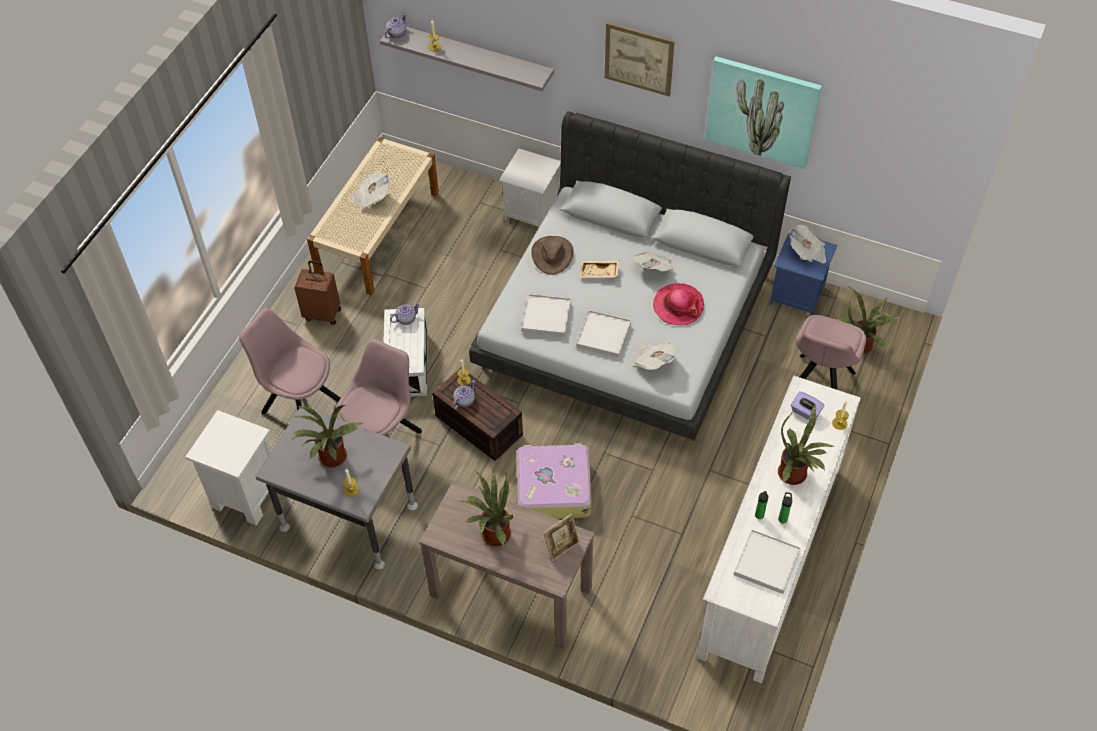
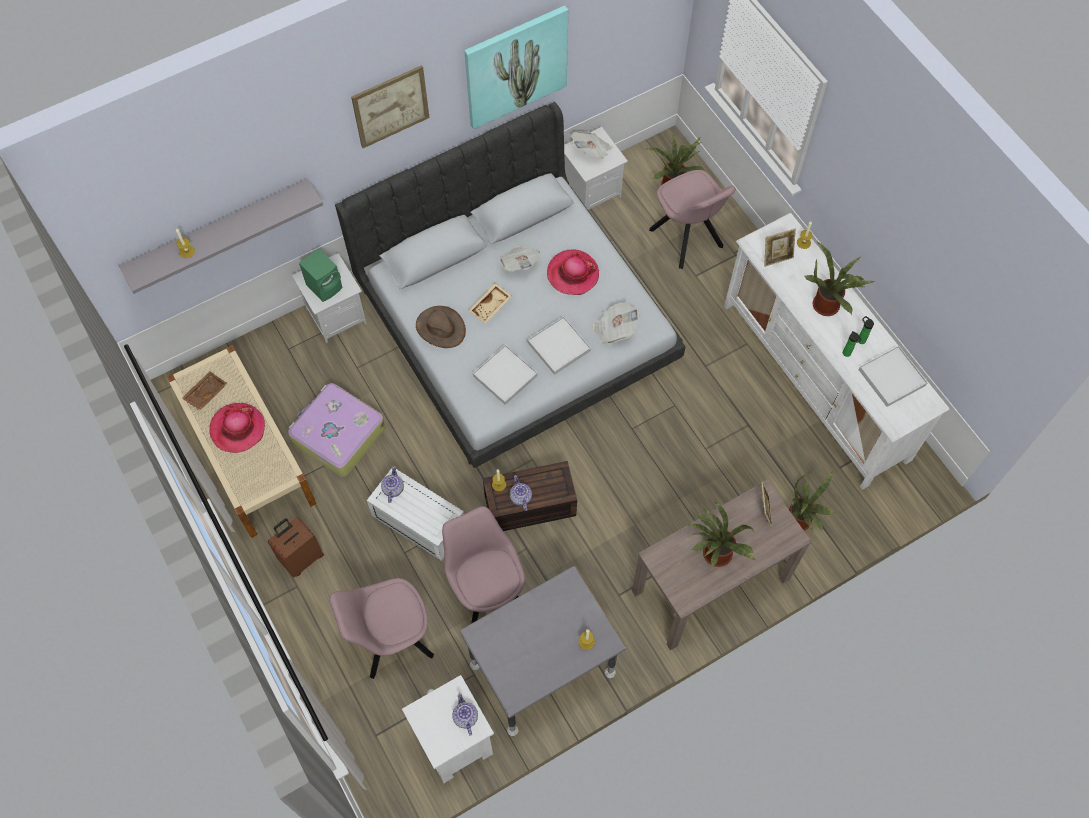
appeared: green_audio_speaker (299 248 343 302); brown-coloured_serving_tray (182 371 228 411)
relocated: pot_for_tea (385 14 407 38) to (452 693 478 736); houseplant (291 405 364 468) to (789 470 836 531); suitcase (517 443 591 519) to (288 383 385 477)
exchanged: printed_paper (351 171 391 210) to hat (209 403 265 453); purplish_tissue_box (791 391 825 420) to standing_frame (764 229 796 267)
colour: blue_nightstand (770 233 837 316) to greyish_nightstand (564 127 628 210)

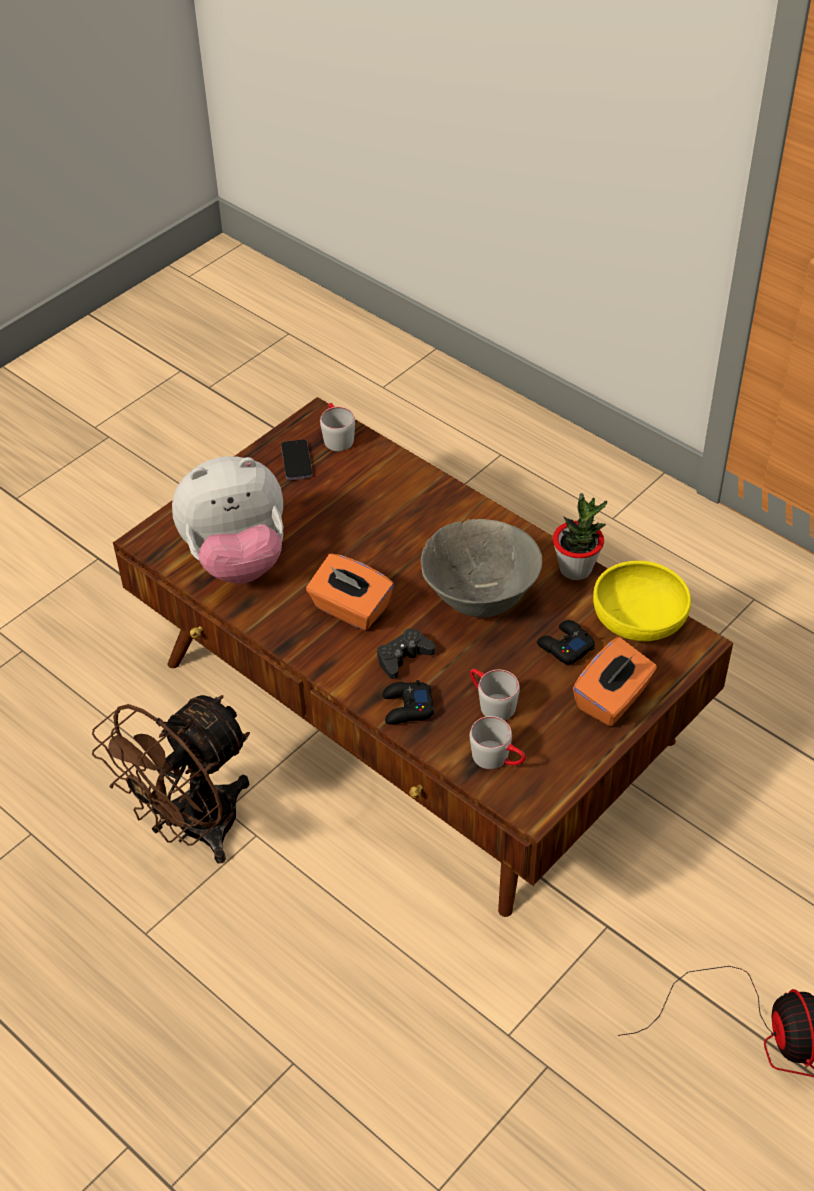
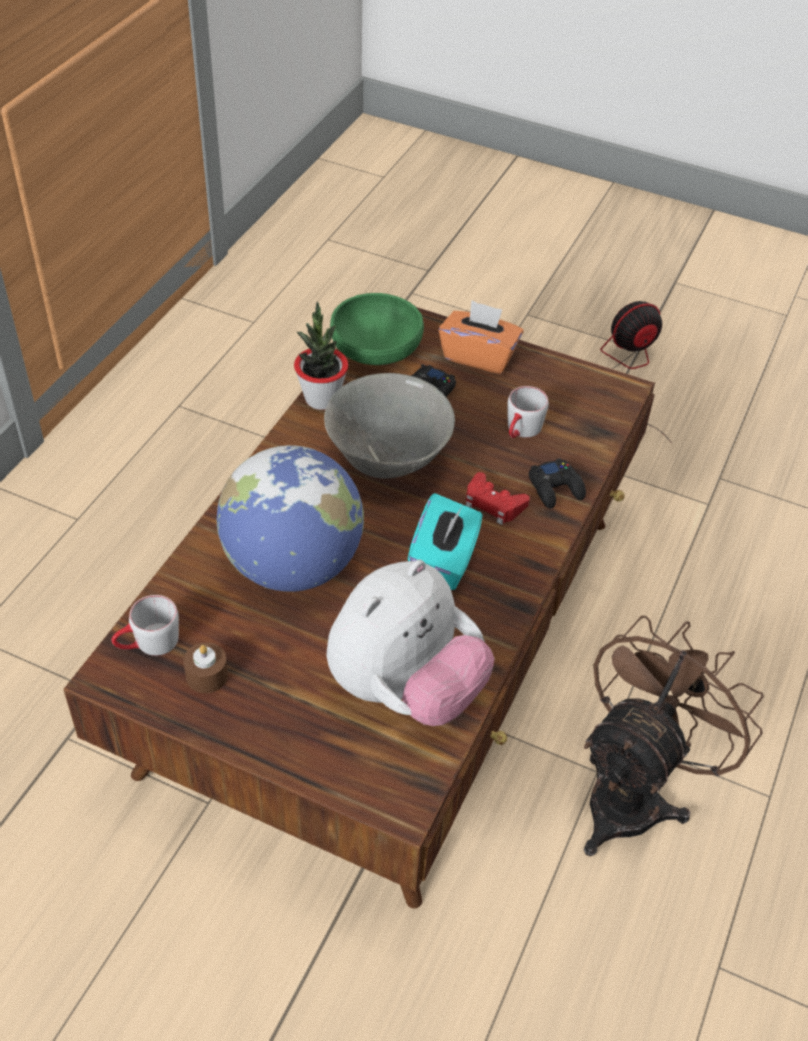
missing: greyish_mug (470 716 526 769)
appeared: desk_globe (217 445 364 592)
exchanged: telephone (281 439 313 480) to brown-coloured_candle (183 642 228 693)
colour: orange_tissue_box (306 554 394 630) to turquoise_tissue_box (408 493 482 590); yellowish_serving_bowl (593 561 691 641) to green_serving_bowl (330 293 424 365); black-coloured_game_controller (377 628 435 679) to reddish_game_controller (466 472 530 525)
spun: plush_toy (172 456 284 584) = (326 559 495 726) 75 degrees clockwise; brown-coloured_electric_fan (92 695 250 864) = (584 616 764 856) 75 degrees counterclockwise

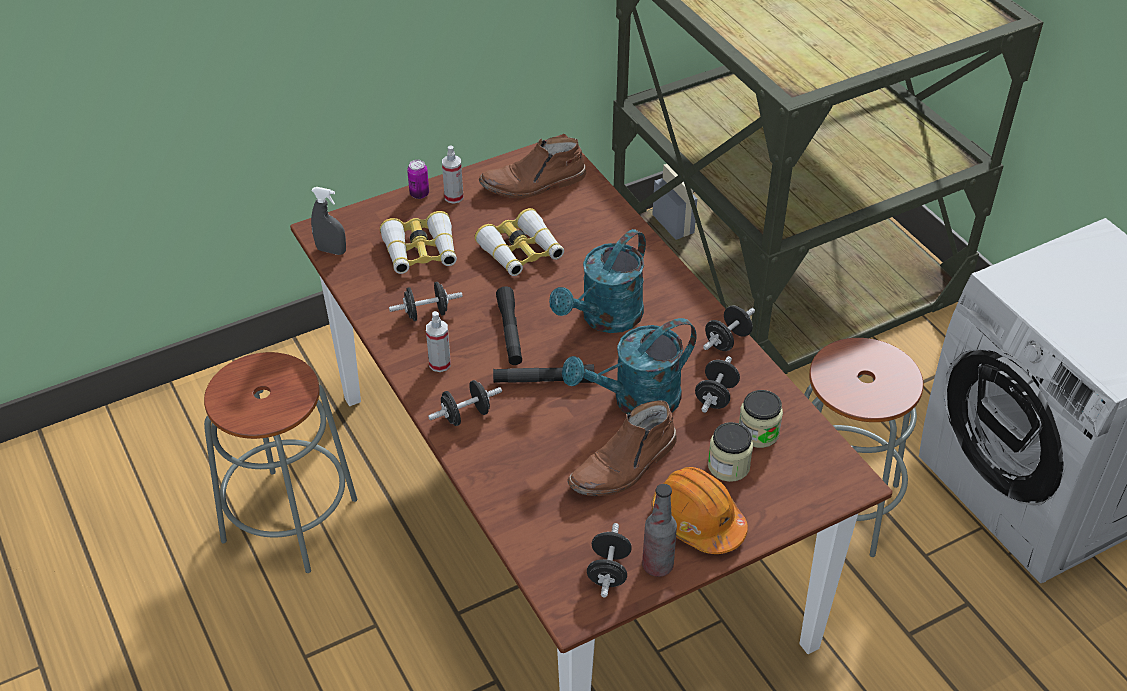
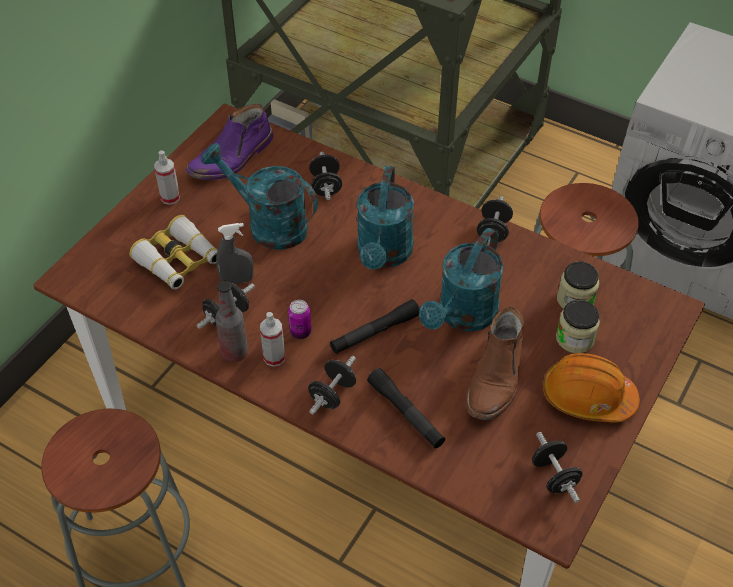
relocated: can (407 160 429 199) to (288 300 311 339); greyish_hand_sprayer (311 187 346 255) to (216 223 254 284); black-coloured_flashlight (496 286 522 365) to (367 368 445 449); black-coloured_dumbbell (695 356 740 413) to (309 151 342 201); bottle (642 484 677 577) to (215 281 248 362)
exchanged: pair_of_binoculars (475 208 564 276) to turquoise_watering_pot (201 143 318 250)
colour: brown-coloured_high-top_boot (479 137 586 198) to purplish_high-top_boot (186 104 273 180)

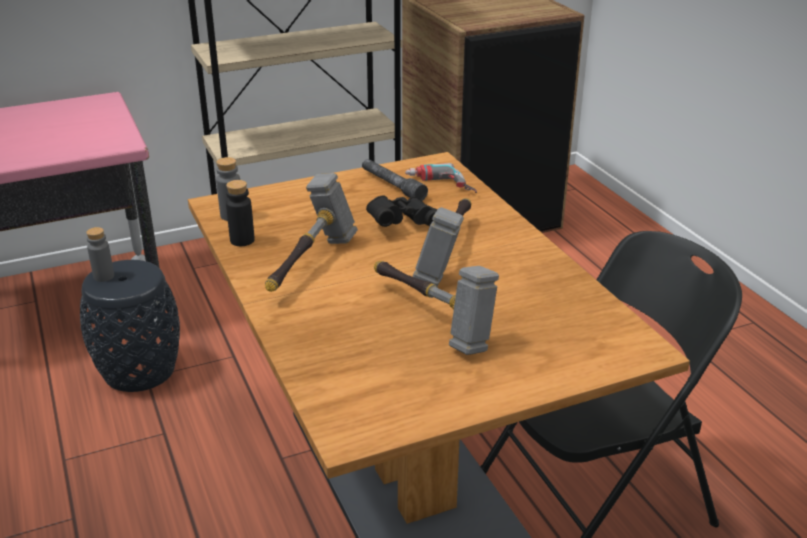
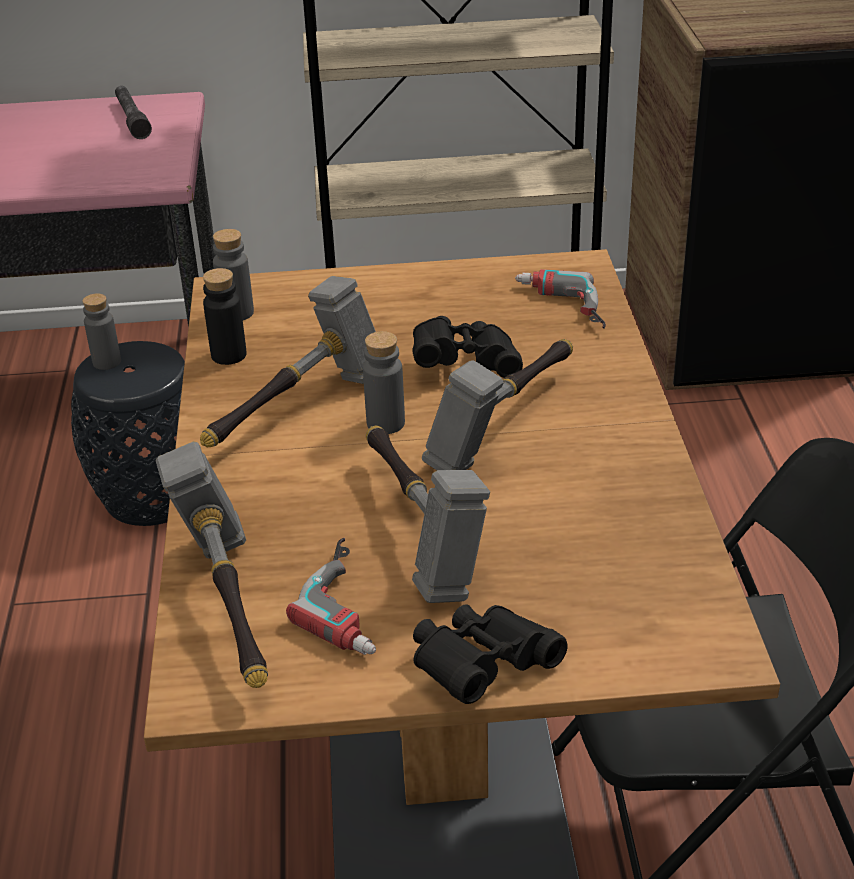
appeared: greyish_bottle (363 331 405 434); hand_hammer (155 441 268 688); electric_drill (286 538 376 655); black-coloured_pair_of_binoculars (413 604 568 704)
relocated: greyish_flashlight (362 159 428 201) to (115 86 152 139)

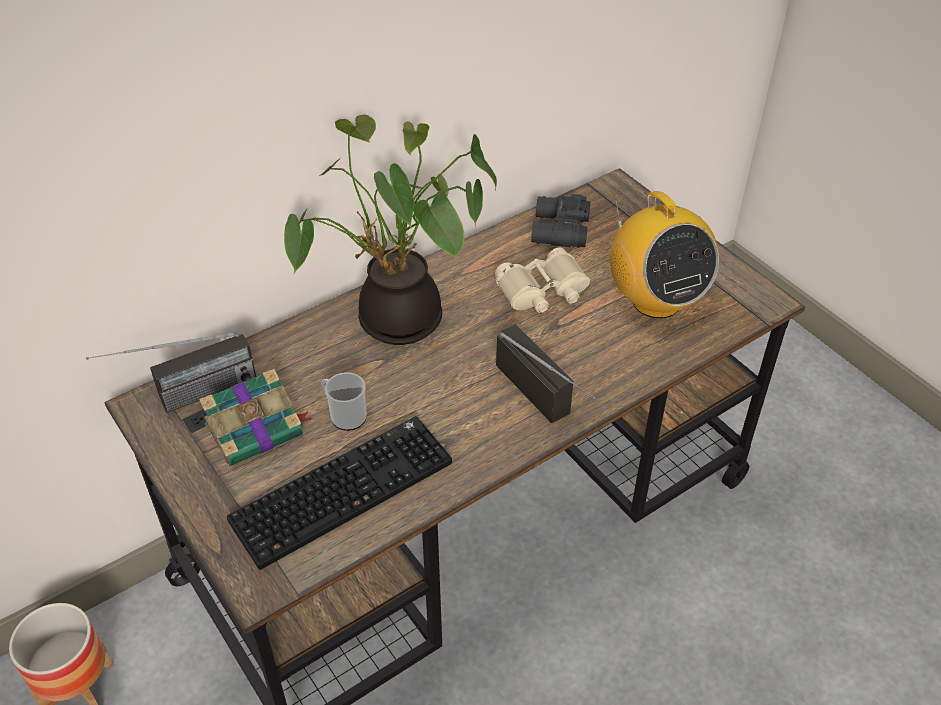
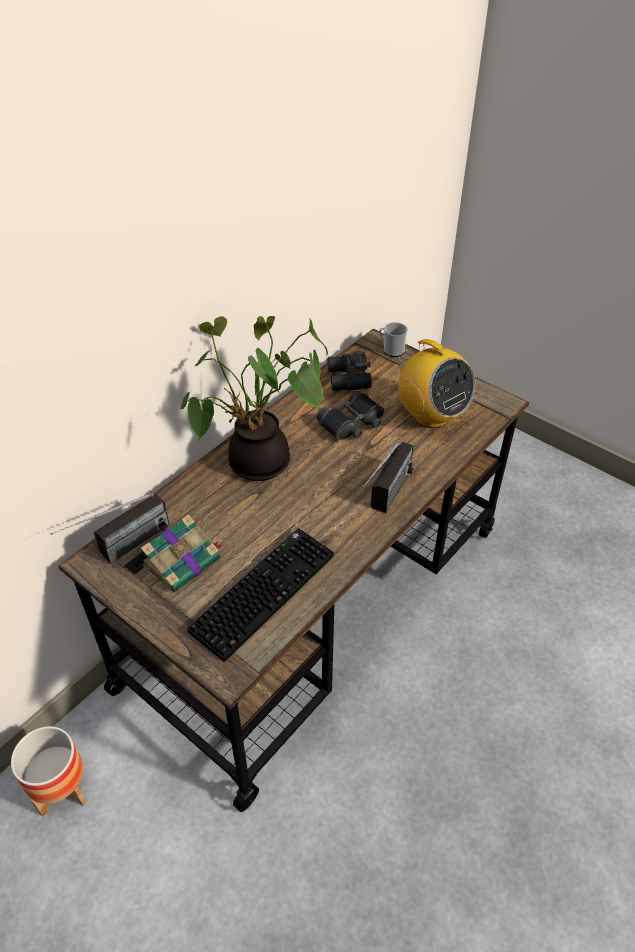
relocated: mug (321 372 367 431) to (379 322 408 357)
colour: beige_pair_of_binoculars (495 248 590 313) to black-coloured_pair_of_binoculars (317 391 384 440)
spun: radio (496 324 595 423) = (359 441 414 513) 75 degrees clockwise

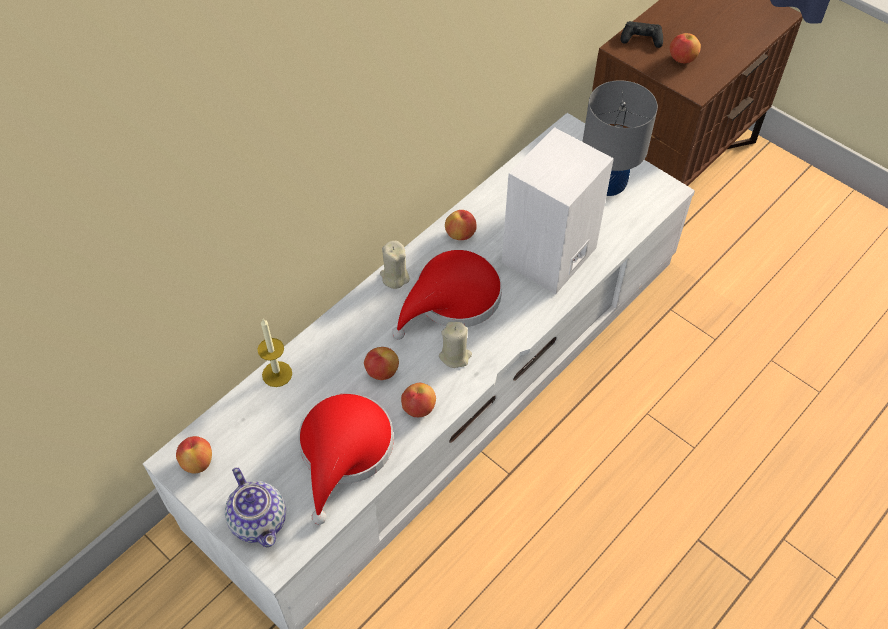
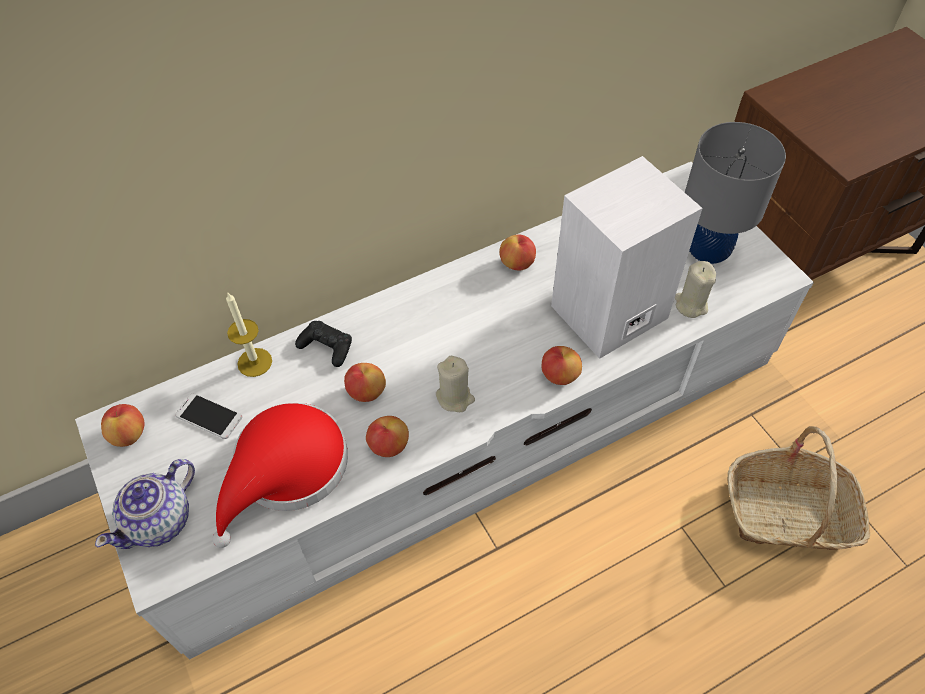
missing: reddish_hat (392 250 502 340)
appeared: telephone (175 393 243 439); storage_basket (727 426 870 550)
relocated: black-coloured_game_controller (621 21 663 48) to (295 321 352 367); whole_apple (670 33 701 63) to (542 346 582 385); beige_candle (380 241 410 289) to (674 261 716 318)
spun: pot_for_tea (225 467 286 547) = (95 459 195 549) 45 degrees clockwise

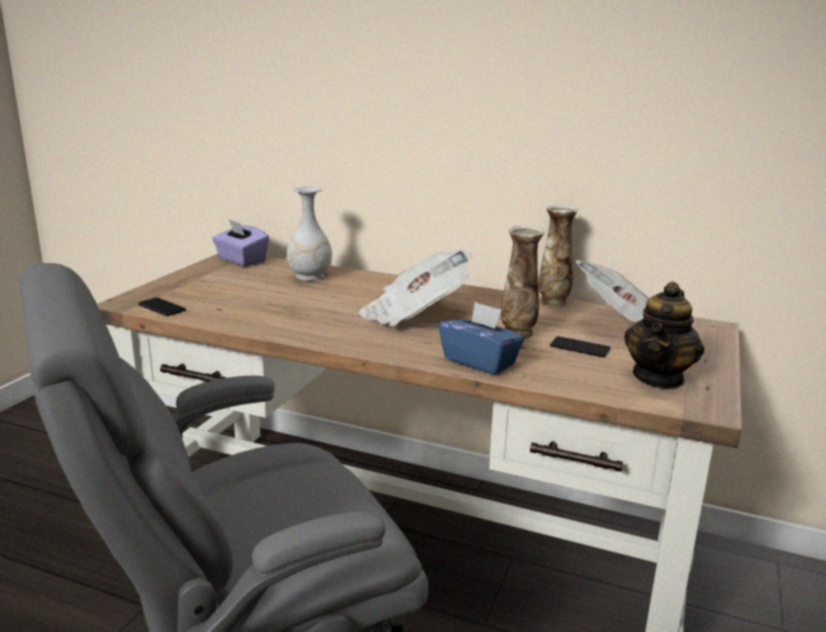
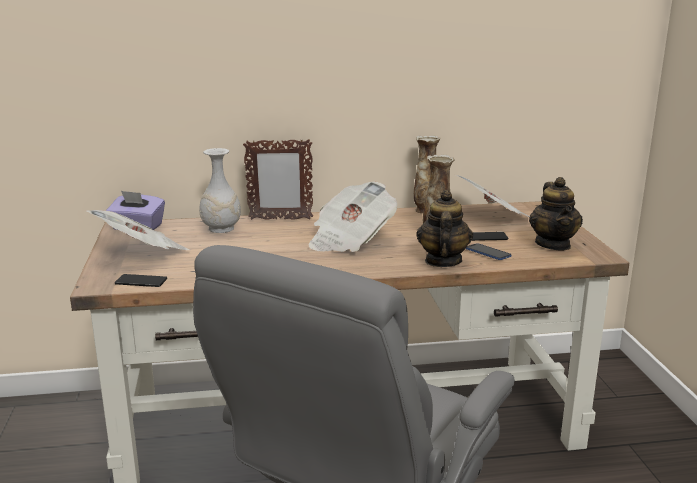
appeared: standing_frame (243 138 313 220); printed_paper (86 210 191 250); telephone (466 243 511 260)
exchanged: blue_tissue_box (439 302 525 375) to pot_for_tea (416 190 473 267)

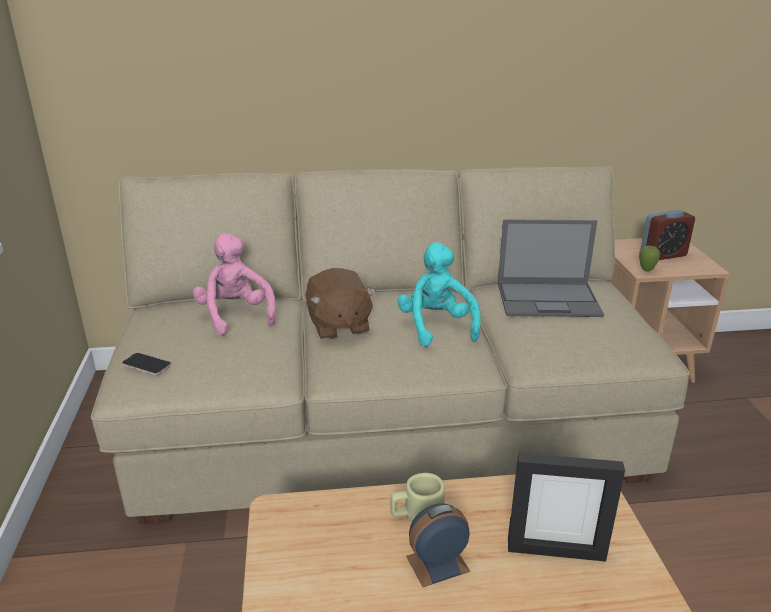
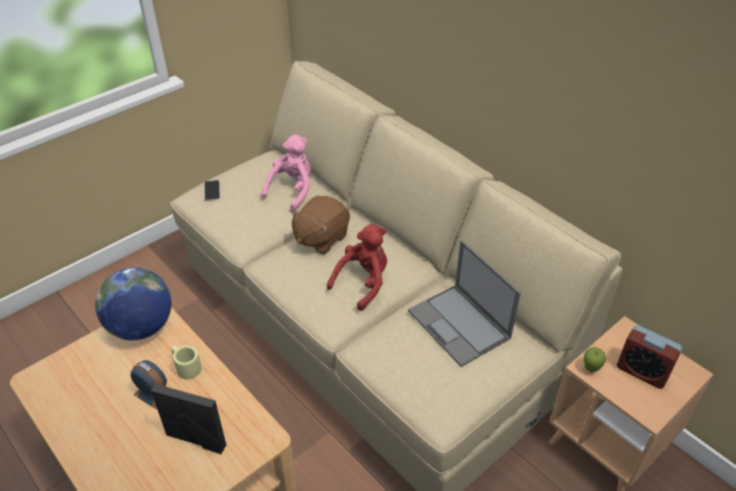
appeared: desk_globe (95 268 171 340)
colour: turquoise_plush_toy (397 242 481 347) to reddish_plush_toy (327 224 387 311)
spun: standing_frame (508 453 625 562) = (151 384 226 454) 135 degrees clockwise

